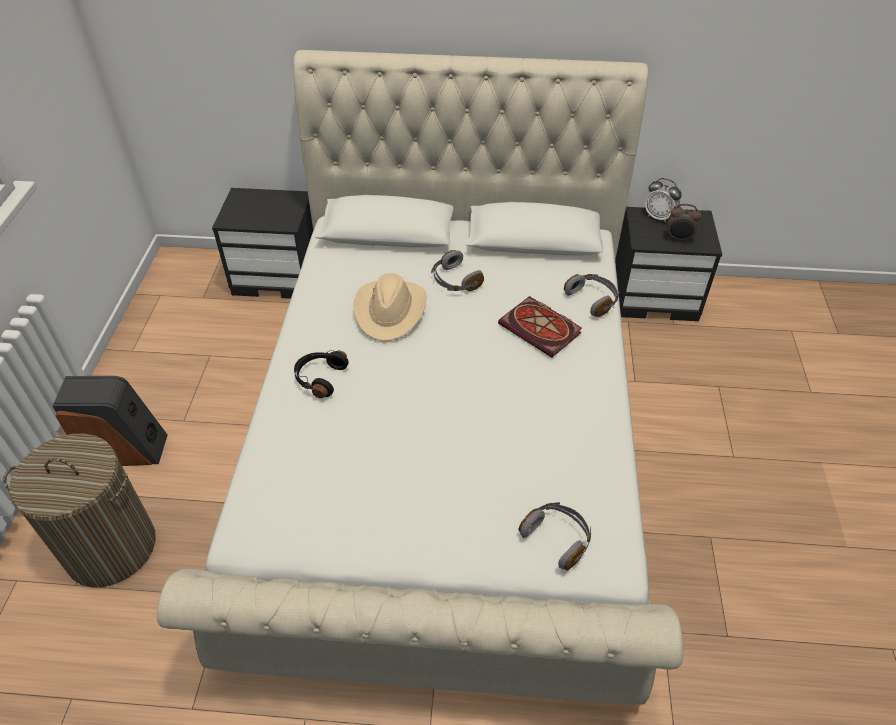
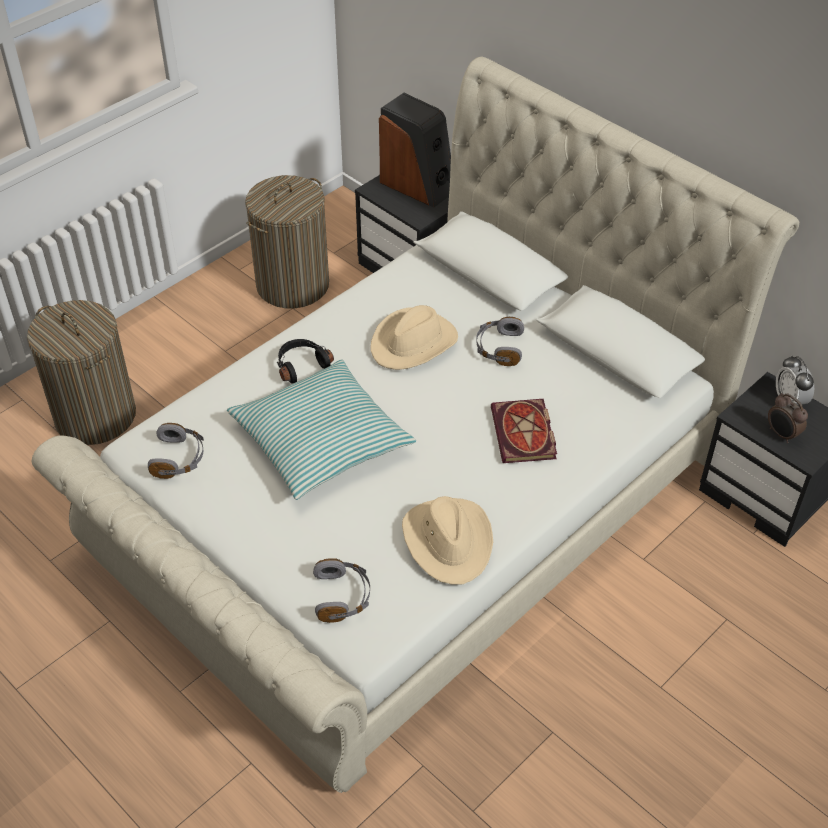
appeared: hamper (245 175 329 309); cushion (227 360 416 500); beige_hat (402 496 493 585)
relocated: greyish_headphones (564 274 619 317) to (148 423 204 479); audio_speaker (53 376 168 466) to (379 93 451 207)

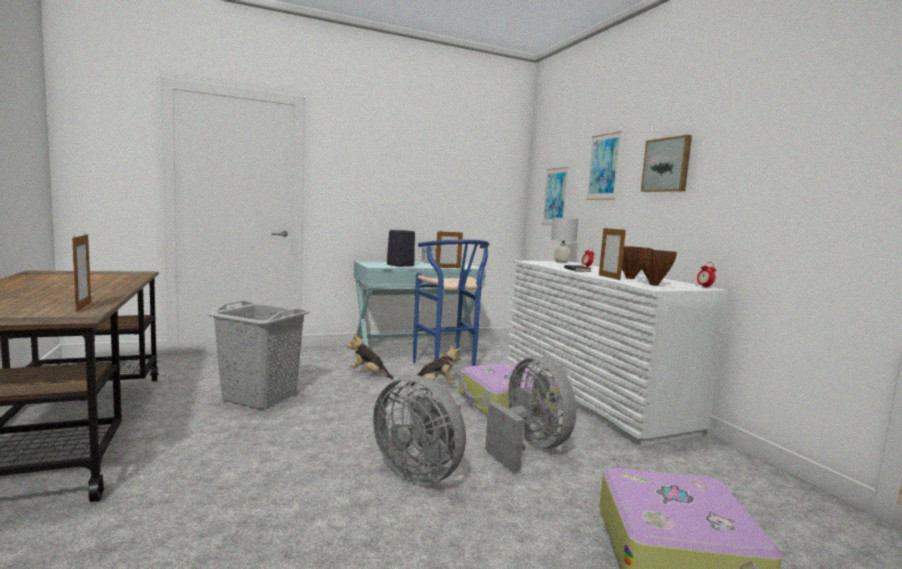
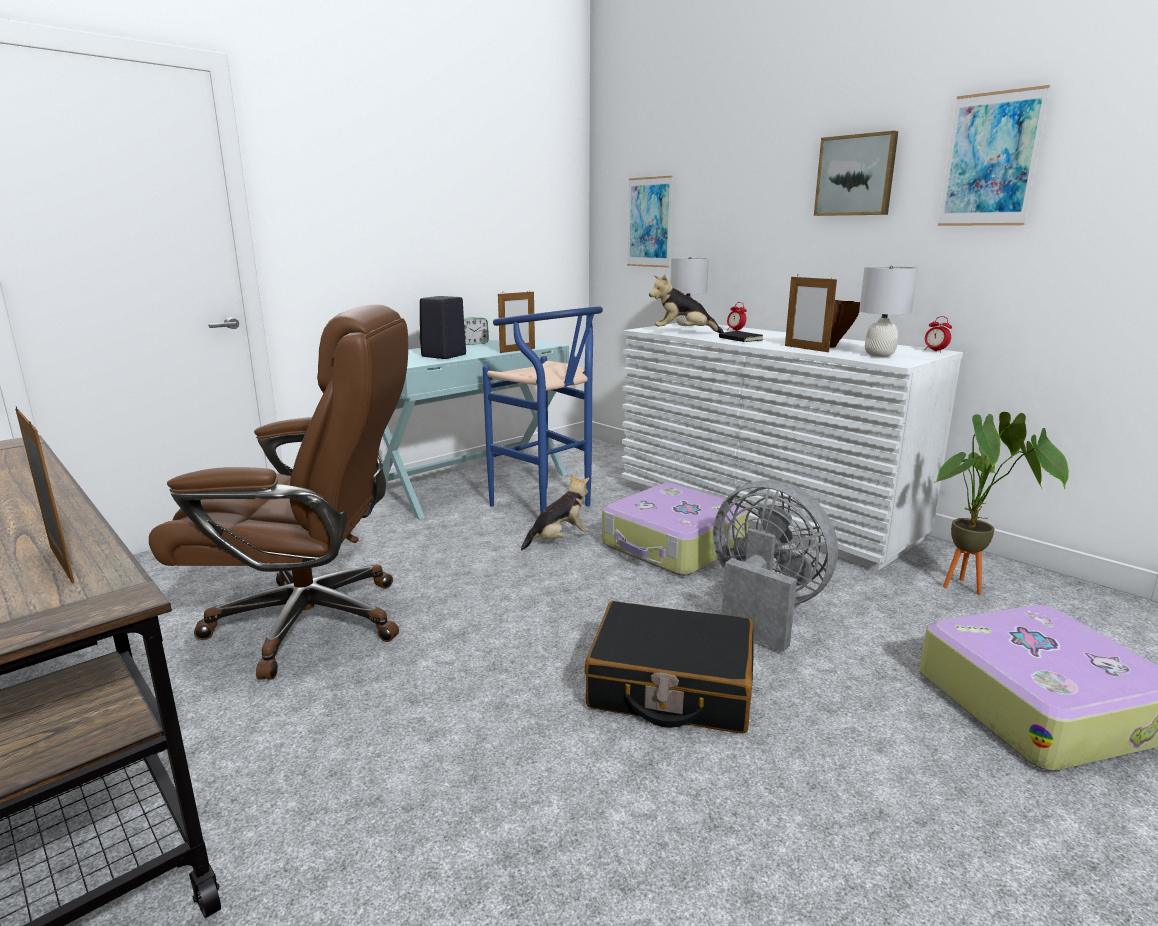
appeared: houseplant (934 412 1069 595)
relocated: picture (586 131 622 200) to (938 85 1050 226); plush_toy (347 334 394 379) to (649 274 724 333)
exchanged: brown-coloured_decorative_vase (637 249 677 286) to greyish_table_lamp (859 266 918 357); greyish_hamper (207 301 310 409) to brown-coloured_desk_chair (149 304 408 680); greyish_electric_fan (373 375 466 485) to black-coloured_suitcase (585 601 754 734)

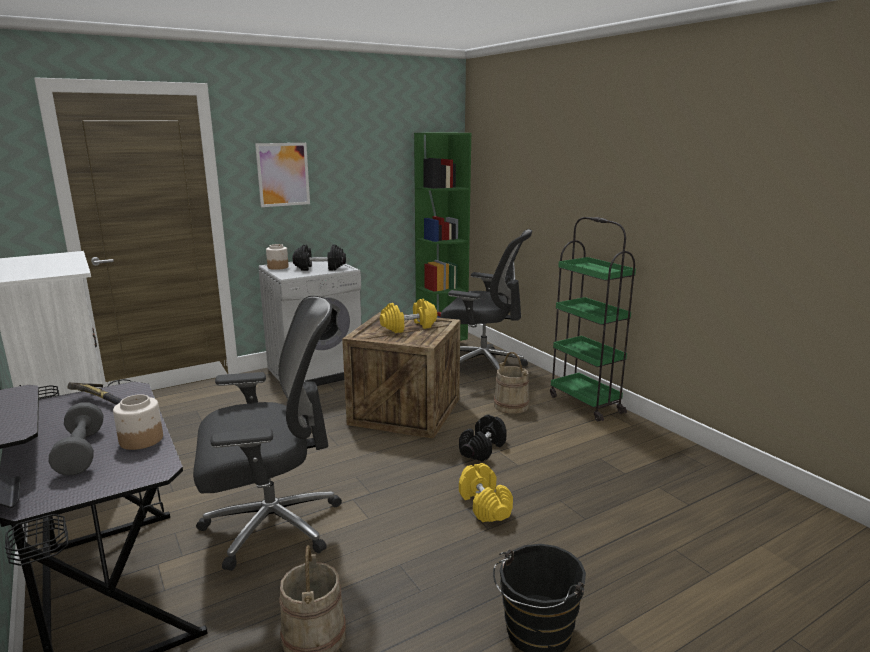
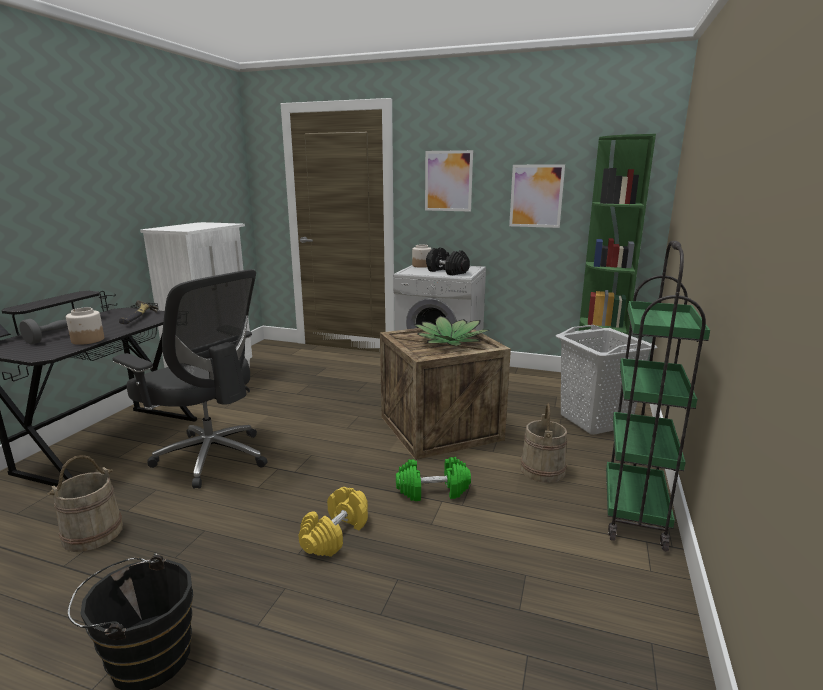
appeared: picture (509 164 565 228)
exchanged: desk_chair (441 229 532 370) to greyish_hamper (555 325 657 435); yellowish_dumbbell (380 299 437 333) to houseplant (414 316 489 346)
colour: black-coloured_dumbbell (459 414 507 462) to green_dumbbell (396 457 471 501)

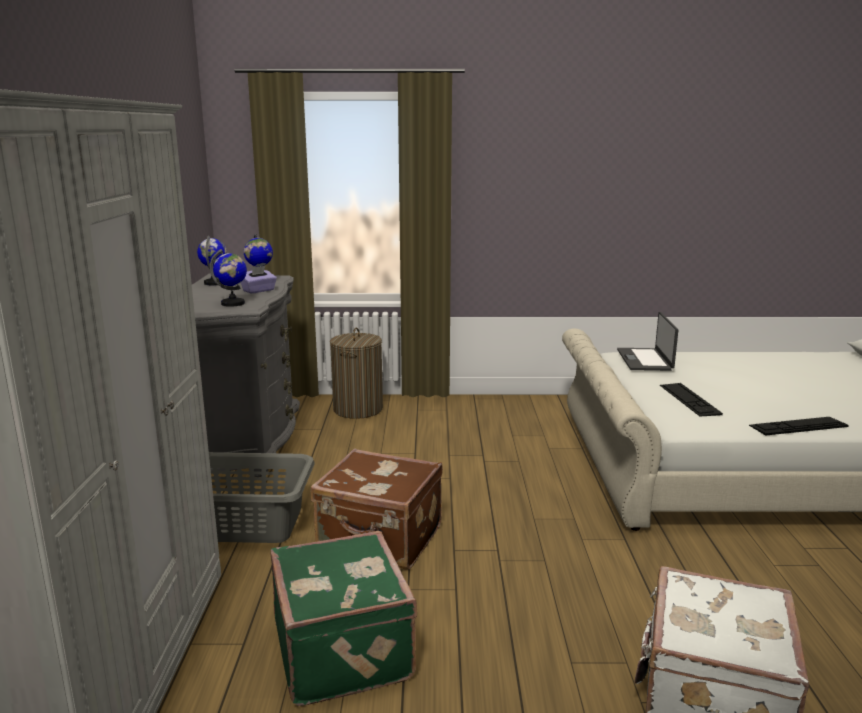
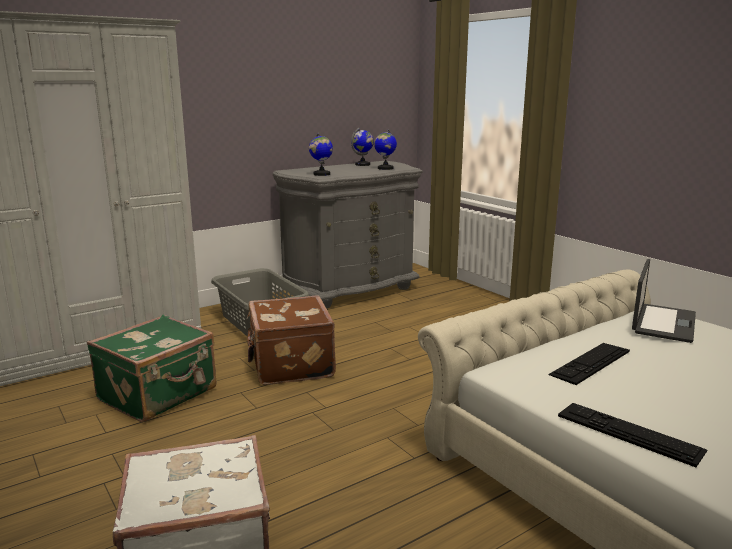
missing: purplish_tissue_box (241 266 277 293); hamper (330 328 383 419)
spun: portable_computer (617 312 678 371) = (632 259 696 343) 150 degrees clockwise

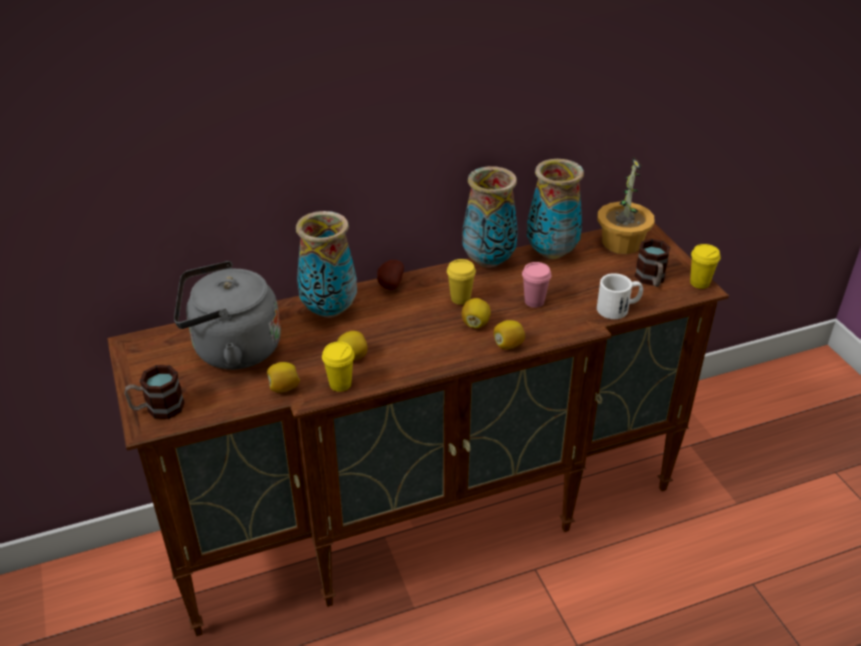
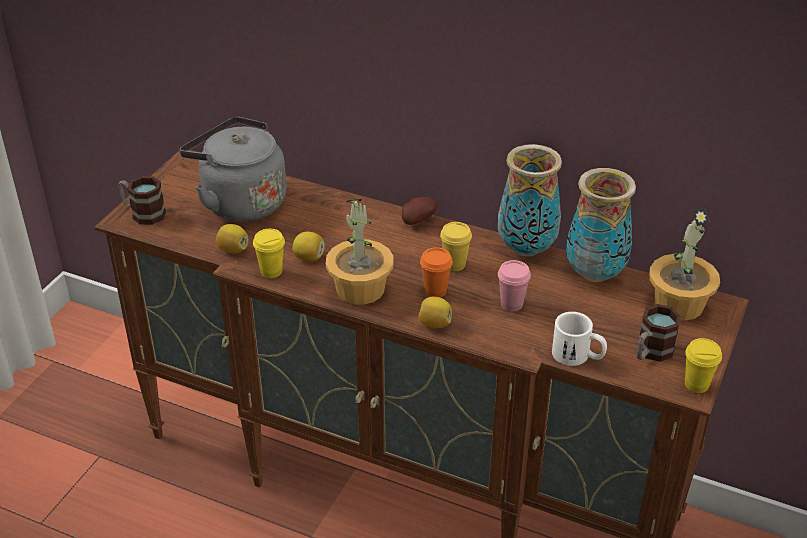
missing: decorative_vase (296 211 357 318)
appeared: houseplant (326 199 394 305)
exchanged: lemon (462 298 491 329) to orange_small_cup (420 247 453 297)

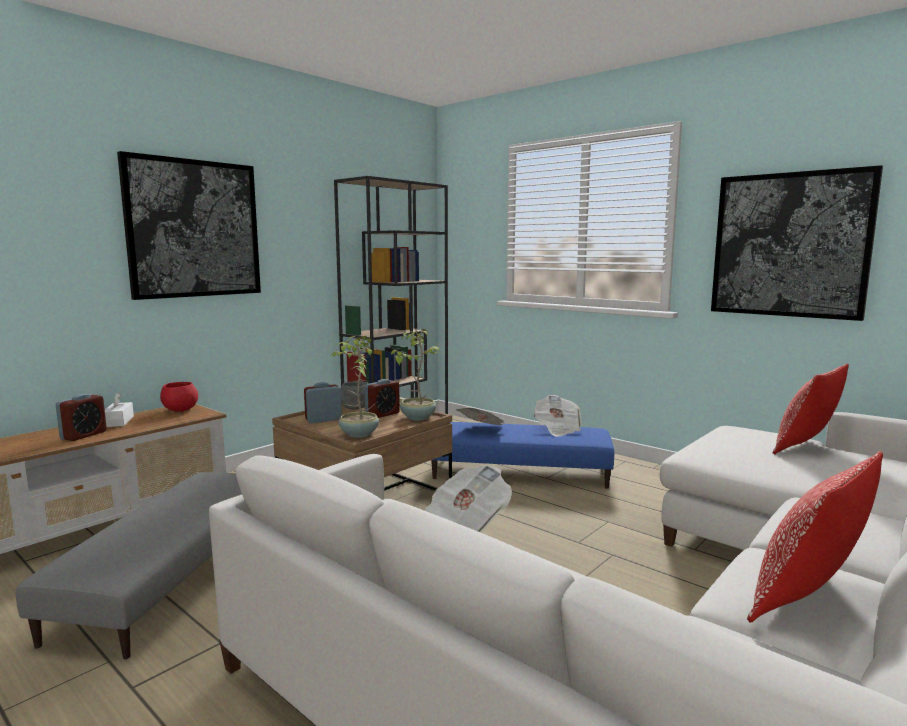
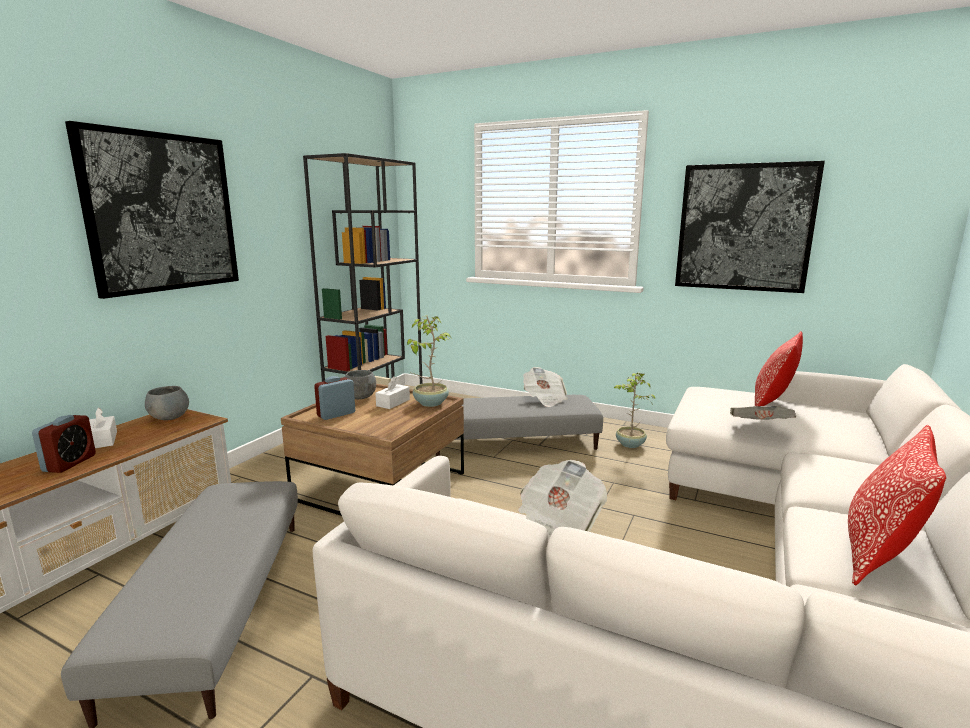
relocated: houseplant (331 336 379 438) to (614 372 655 448); printed_paper (456 408 504 425) to (730 406 796 420)
exchanged: alarm_clock (365 379 400 418) to whitish_tissue_box (375 376 410 409)
colour: reddish_serving_bowl (160 382 198 412) to greyish_serving_bowl (145 386 189 420); blue_ottoman (431 422 614 489) to greyish_ottoman (436 395 603 456)

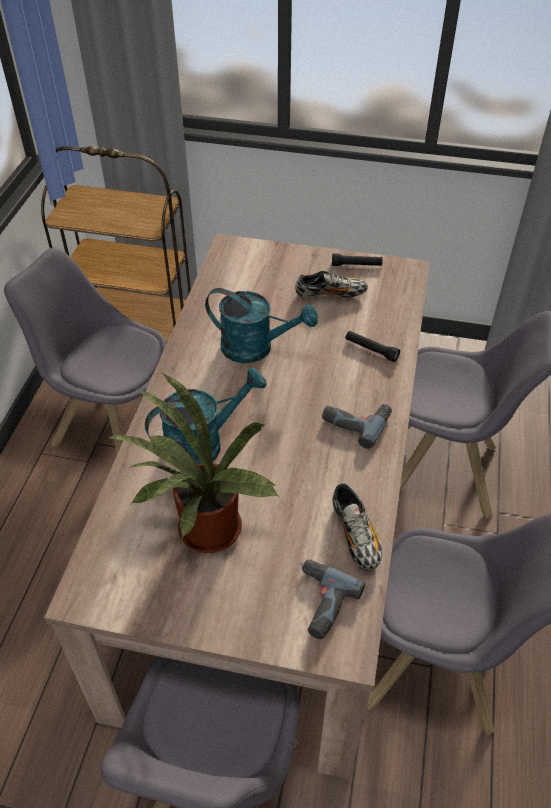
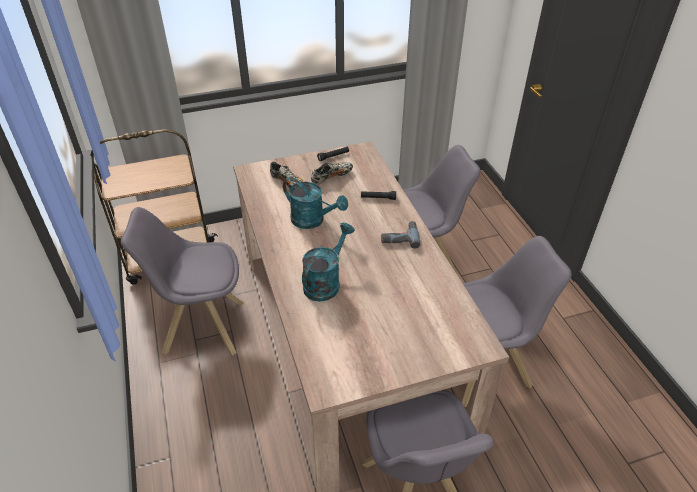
missing: houseplant (106 373 279 553); electric_drill (300 559 365 639)
relocated: item_of_footwear (333 483 382 571) to (270 162 304 188)
spun: turquoise_watering_pot (205 288 318 363) = (283 177 348 229) 45 degrees clockwise

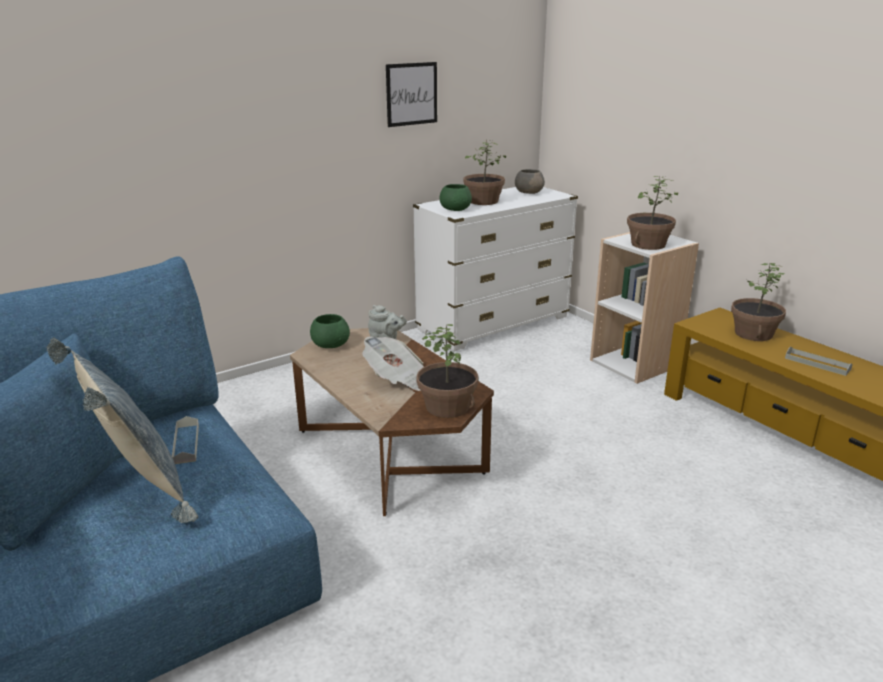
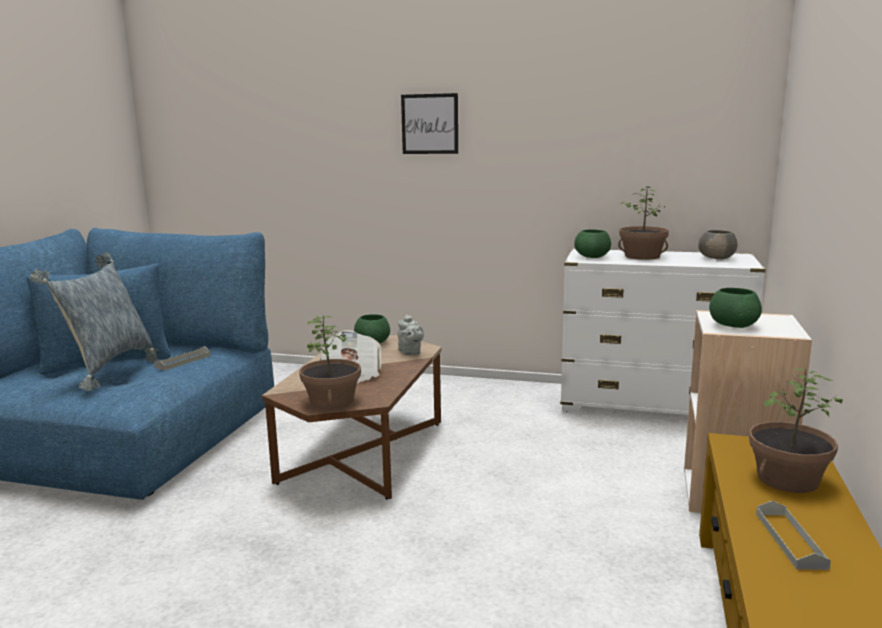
relocated: picture (386 62 437 127) to (401 93 458 154)
exchanged: houseplant (627 176 678 250) to green_serving_bowl (709 288 762 328)

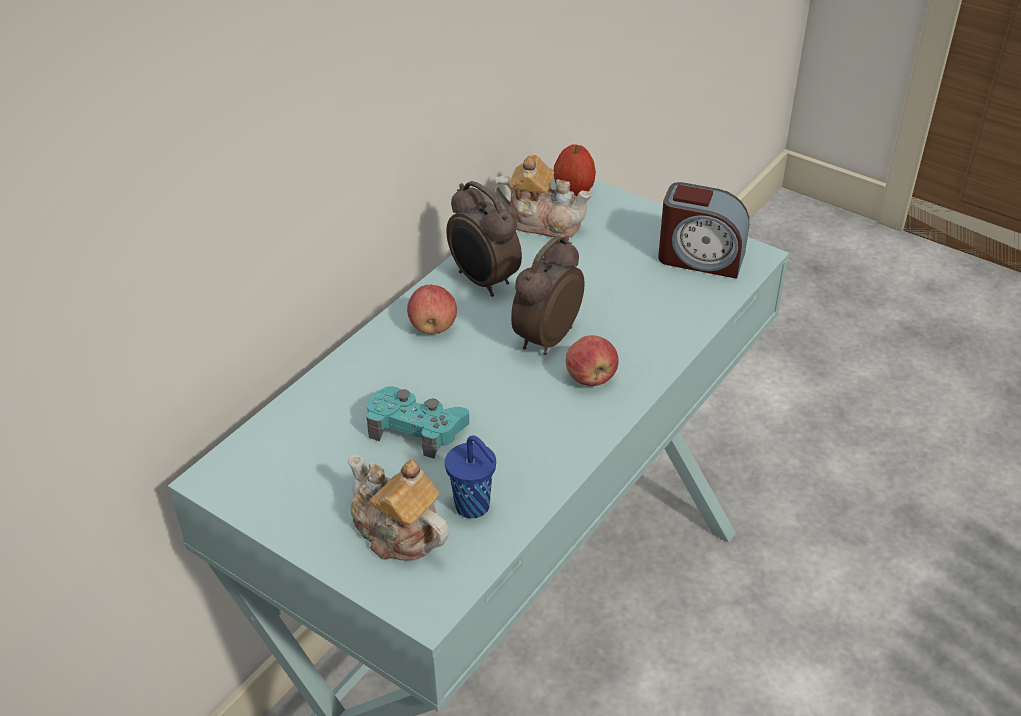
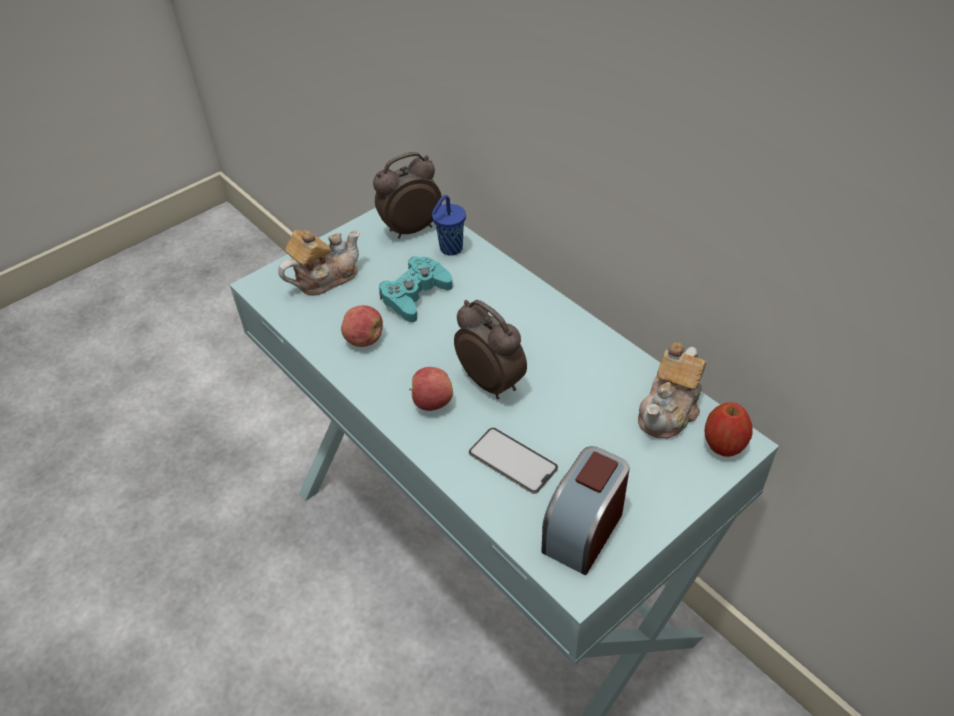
appeared: telephone (469 428 558 494)
relocated: alarm_clock (446 181 522 297) to (373 152 442 239); whole_apple (407 285 457 334) to (341 305 383 347); blue_small_cup (445 435 496 519) to (432 195 466 256)

